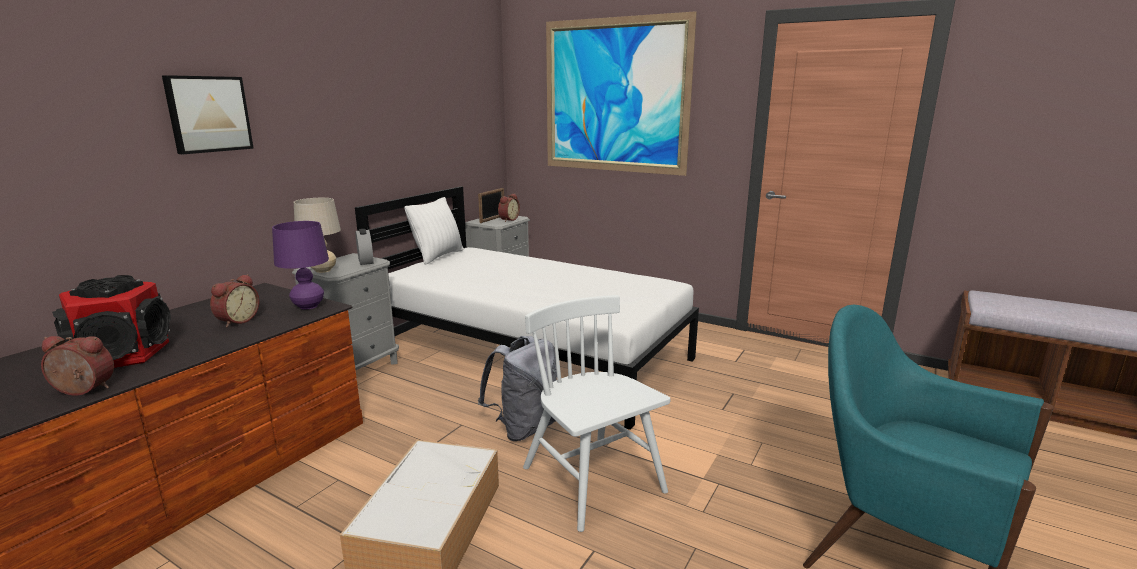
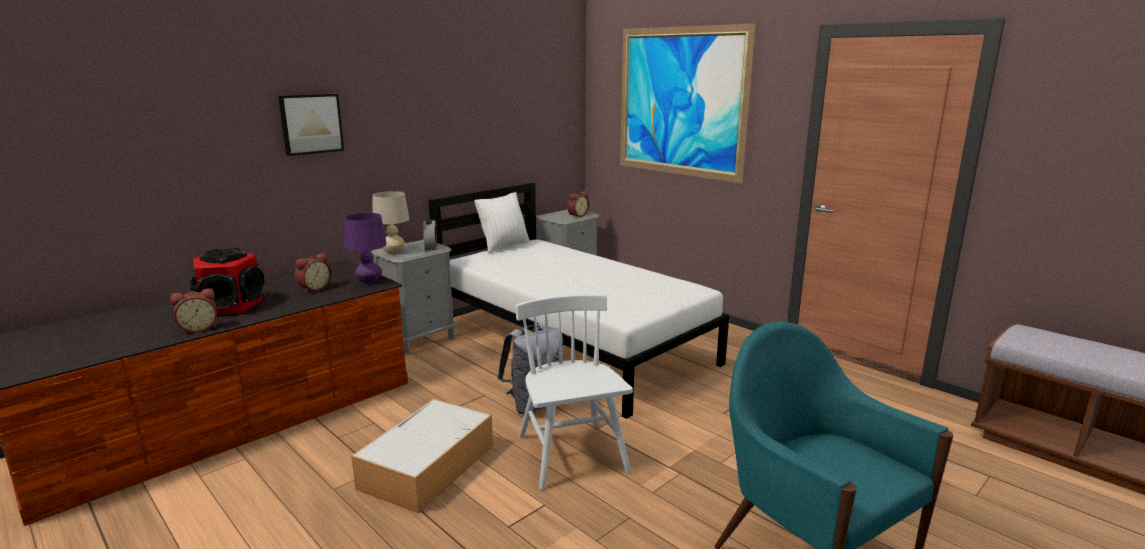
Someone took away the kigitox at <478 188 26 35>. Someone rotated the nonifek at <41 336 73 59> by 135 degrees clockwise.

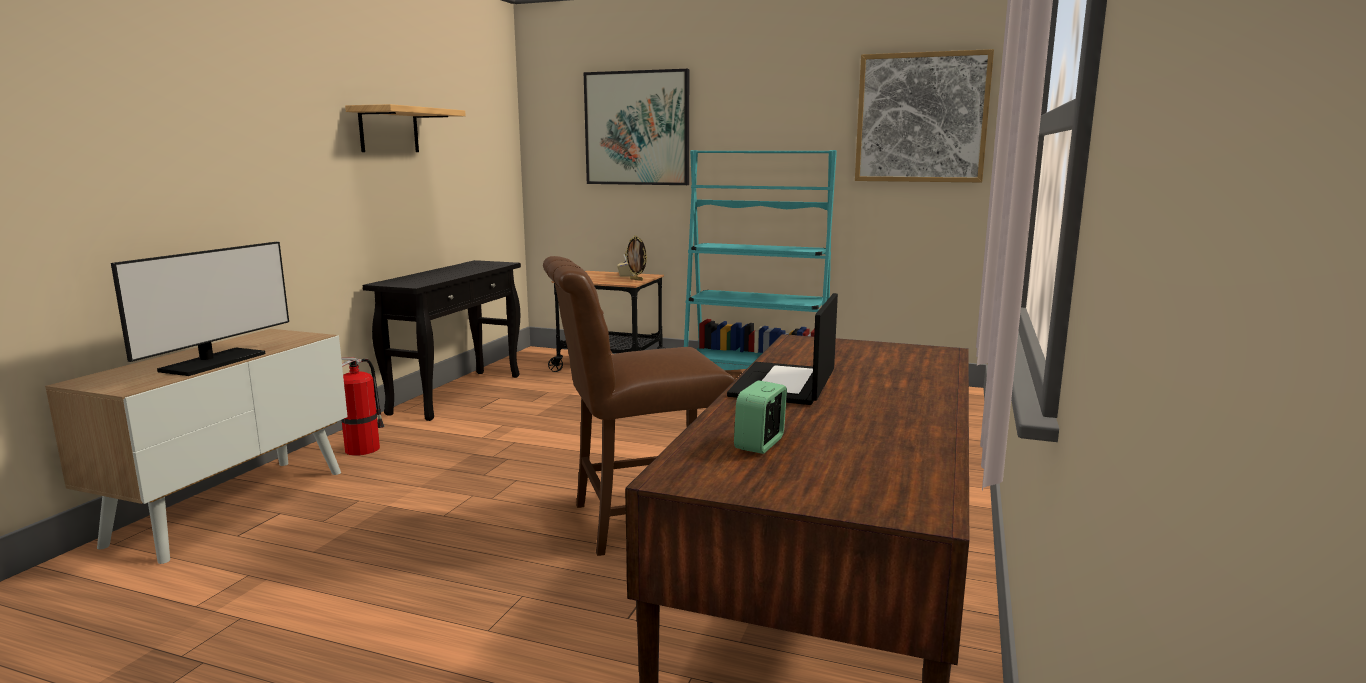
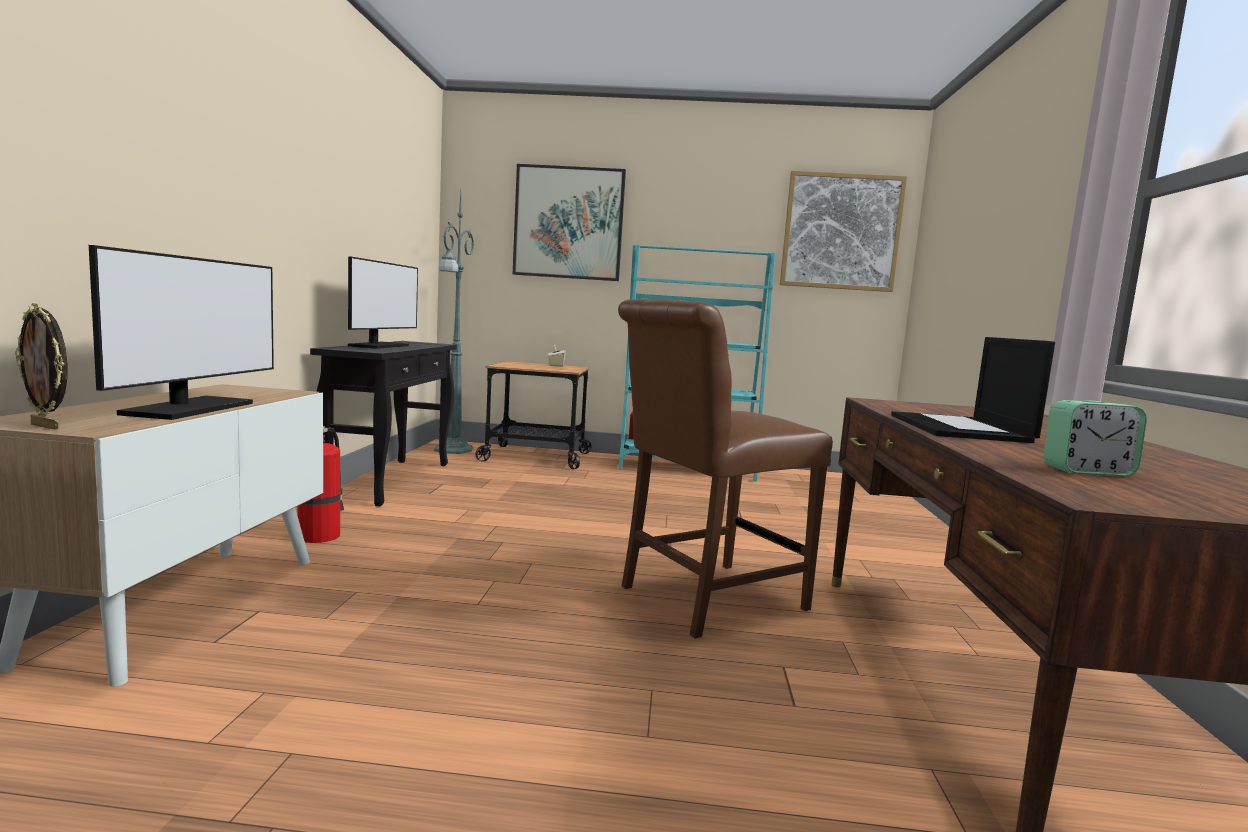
Someone took away the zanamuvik at <345 104 121 48>. Someone put down the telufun at <348 256 70 93>. Someone put down the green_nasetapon at <434 193 40 261>. Someone carried the kigitox from <625 235 22 46> to <15 303 52 127>. Someone rotated the nonifek at <734 380 53 74> by 105 degrees counterclockwise.

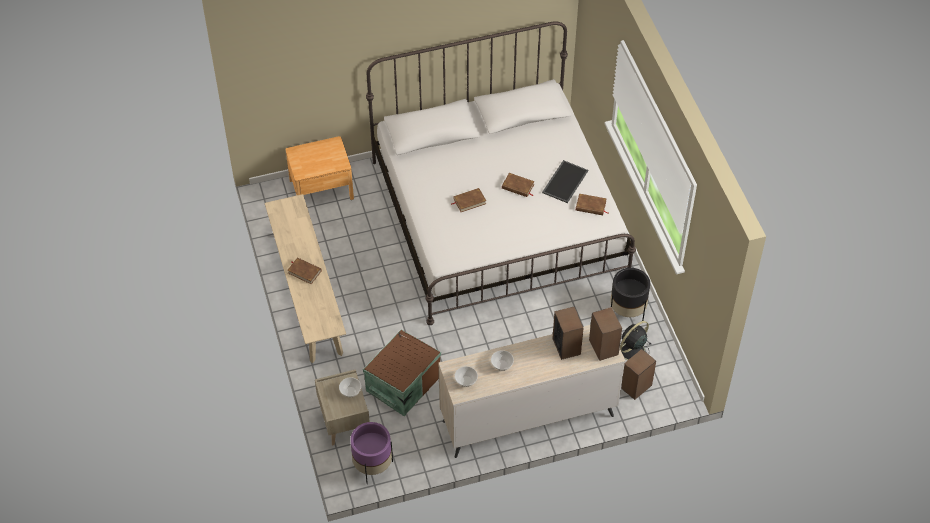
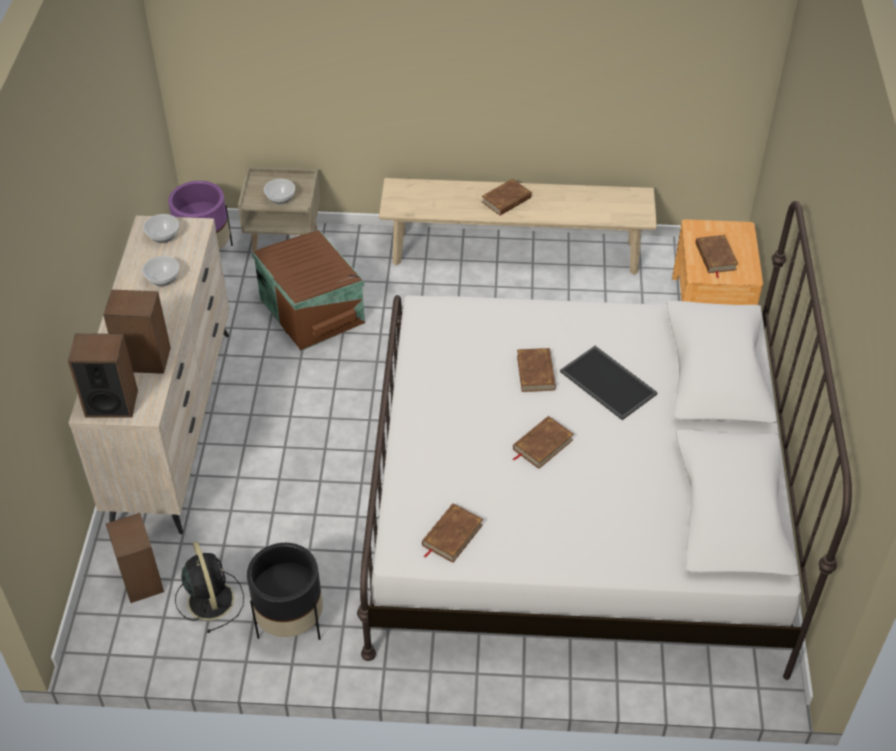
Someone put down the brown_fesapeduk at <696 235 42 43>. Someone carried the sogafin from <542 160 46 43> to <560 346 98 74>.

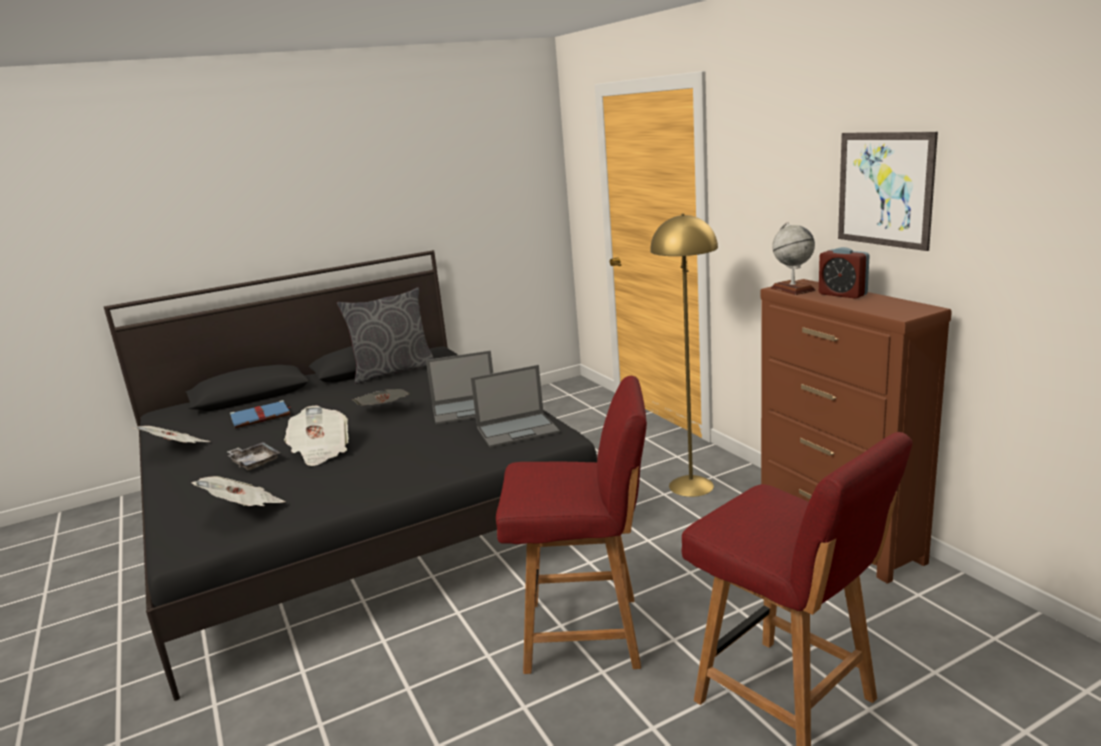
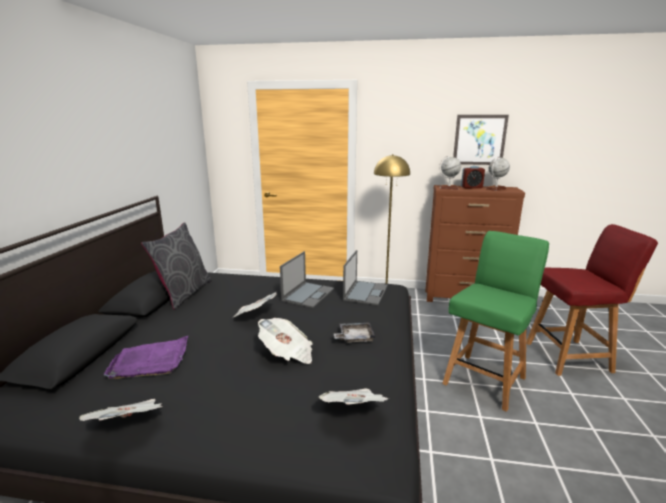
Someone put down the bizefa at <486 157 24 34>. Someone carried the grey_sogafin from <227 442 53 29> to <333 323 43 20>. Someone swapped the blue_fesapeduk at <230 400 61 28> for the purple_sogafin at <104 336 84 43>. Someone repainted the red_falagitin at <496 376 151 298>, which became the green_falagitin at <442 231 107 181>.

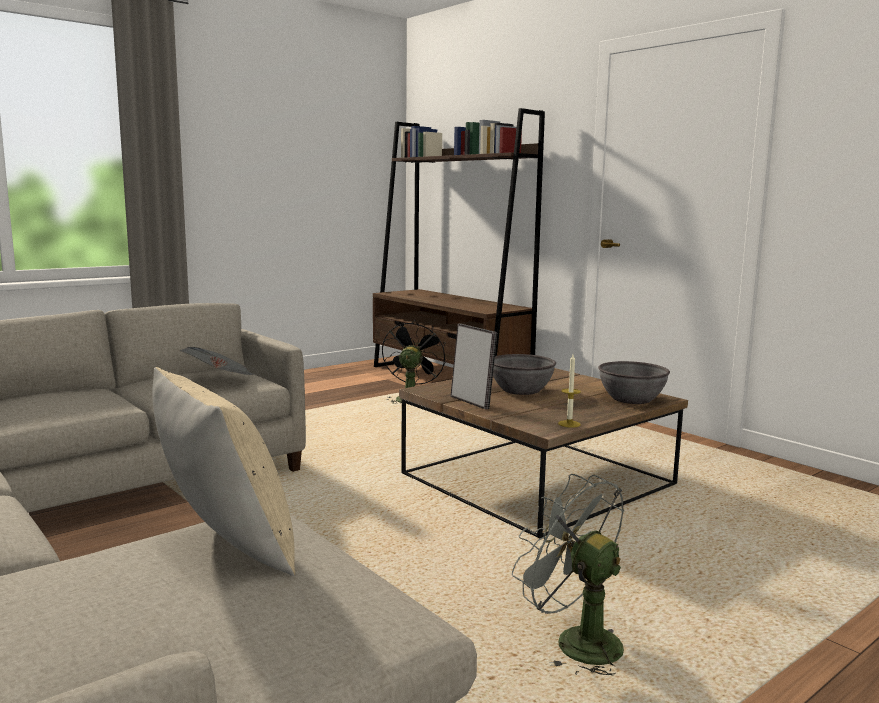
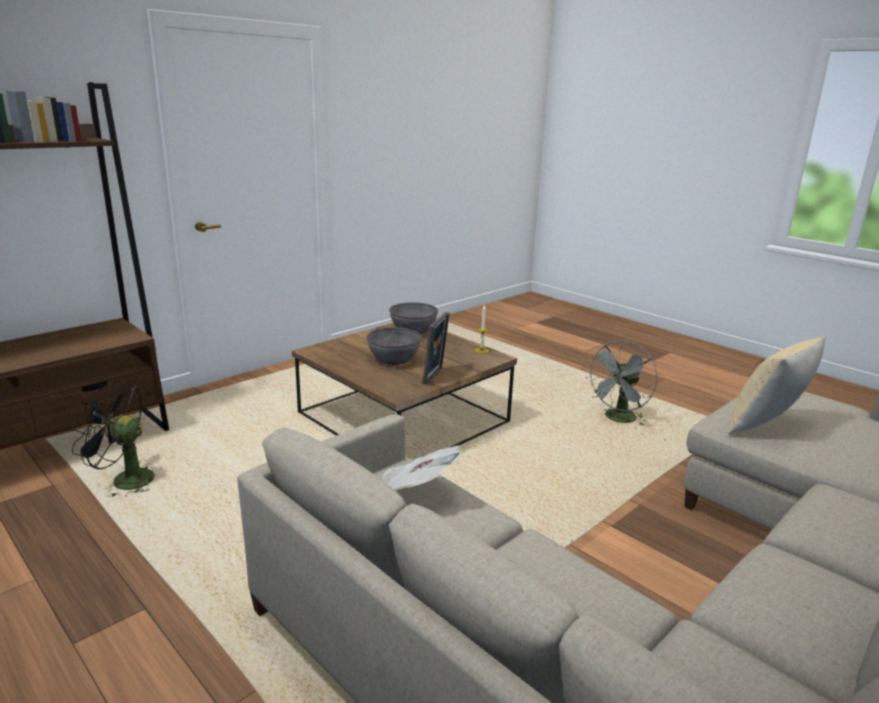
Someone rotated the kigitox at <451 324 46 85> by 150 degrees clockwise.

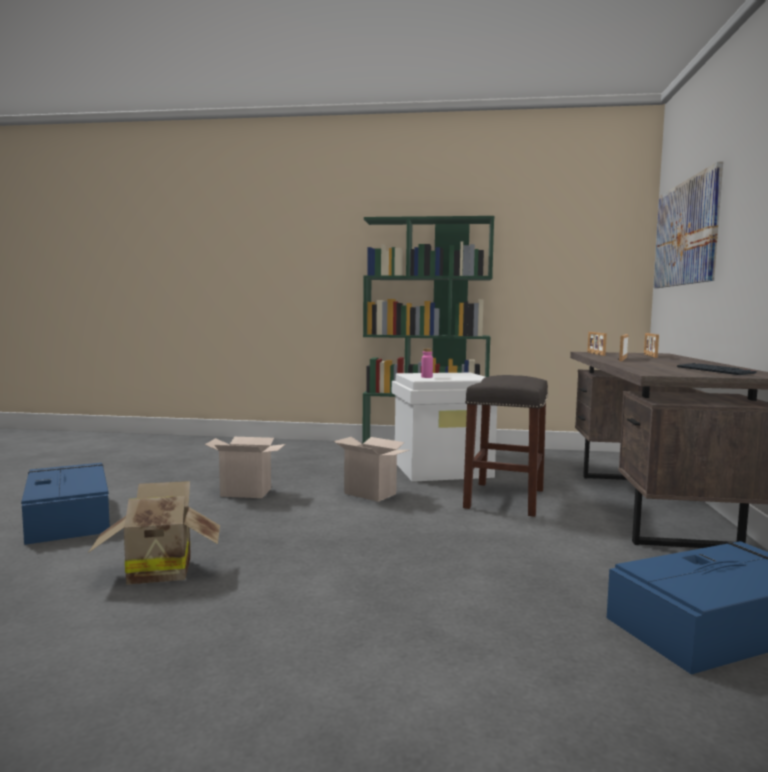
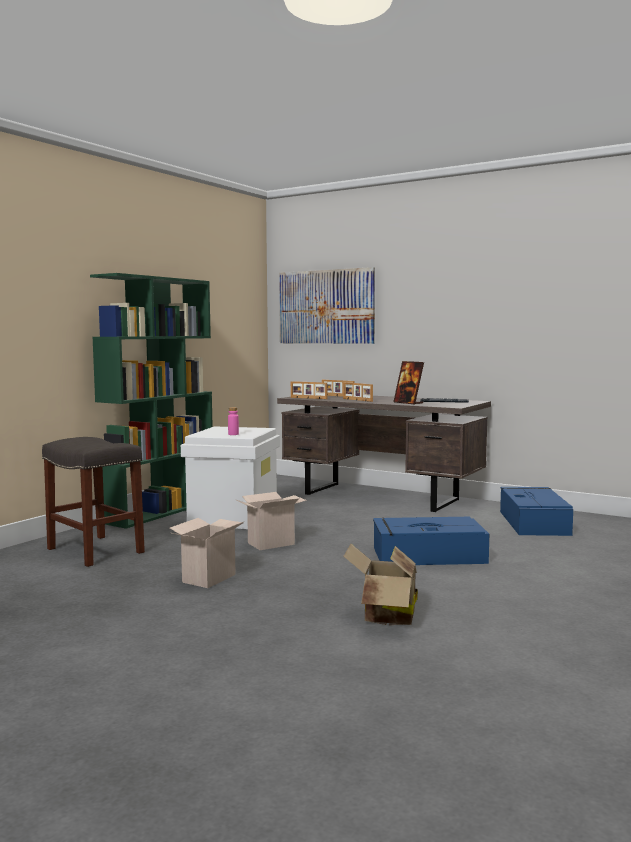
Someone put down the kigitox at <393 361 31 44>. Someone carried the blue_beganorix from <21 463 89 82> to <373 517 116 48>. Someone carried the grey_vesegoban from <463 375 85 142> to <42 437 103 130>.

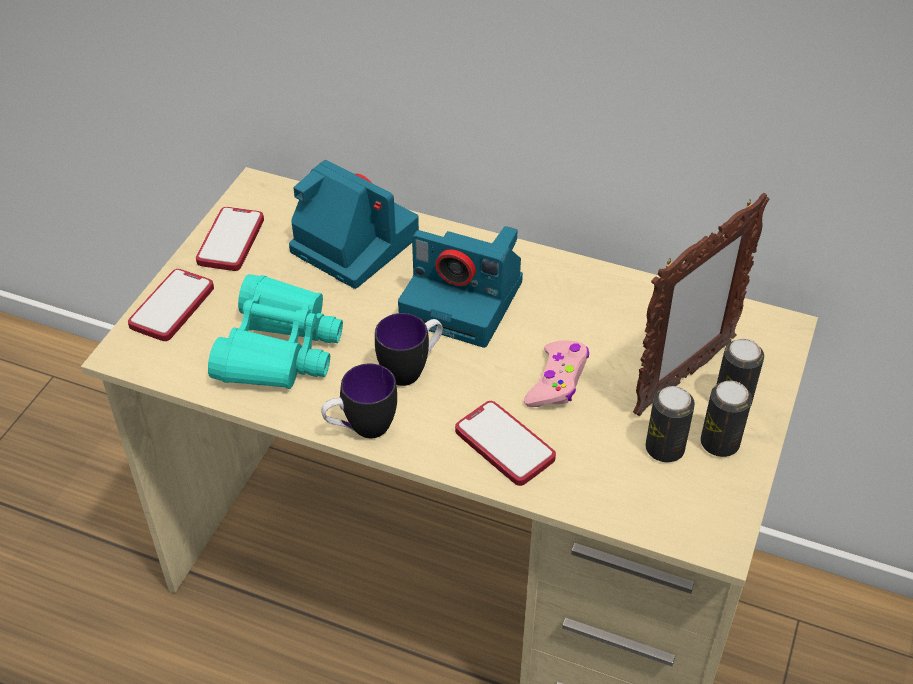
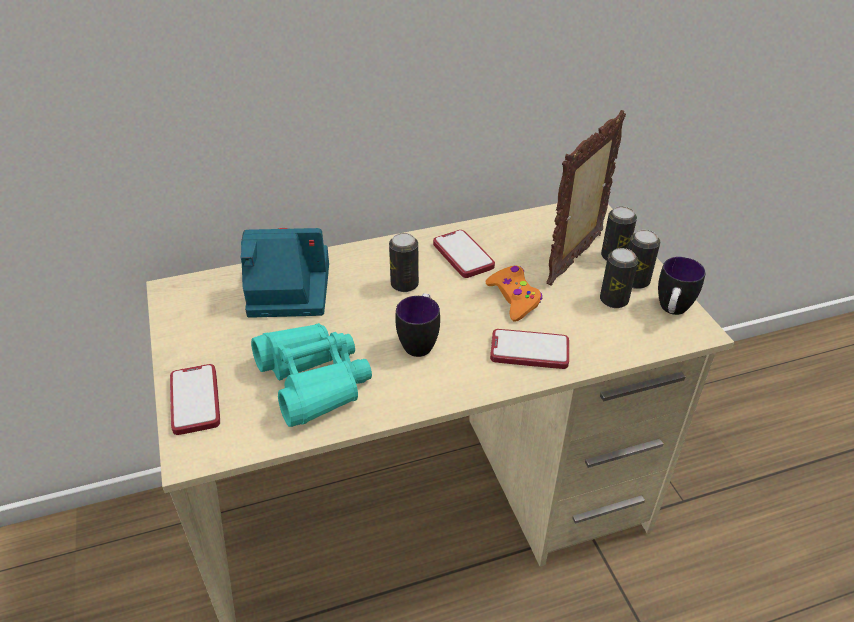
Someone carried the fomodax from <196 207 68 64> to <433 230 62 48>. Someone carried the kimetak from <321 363 76 75> to <658 257 48 58>. Someone swapped the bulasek at <398 226 125 122> for the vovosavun at <389 233 30 59>. Someone repainted the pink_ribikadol at <524 341 65 66>, which became the orange_ribikadol at <485 266 57 56>. Someone rotated the kigitox at <633 193 137 223> by 150 degrees counterclockwise.

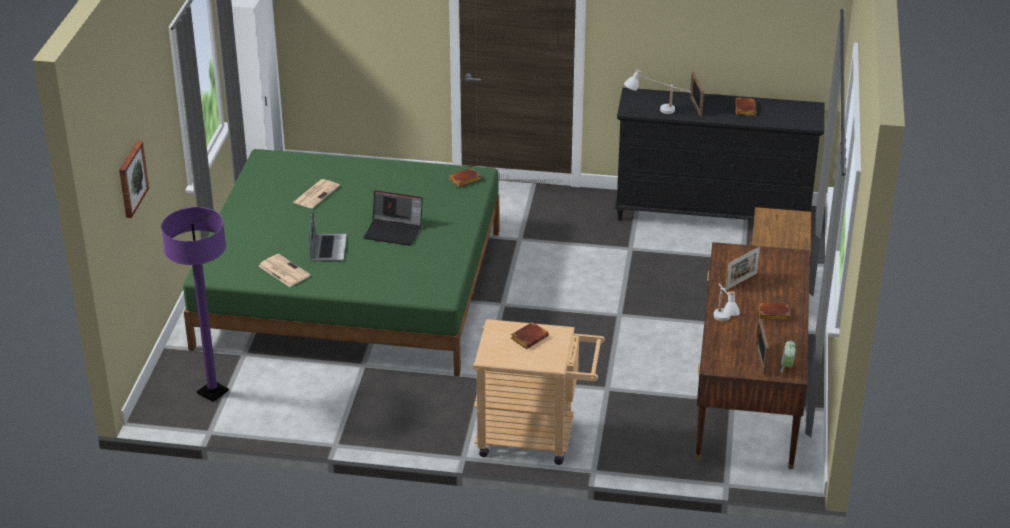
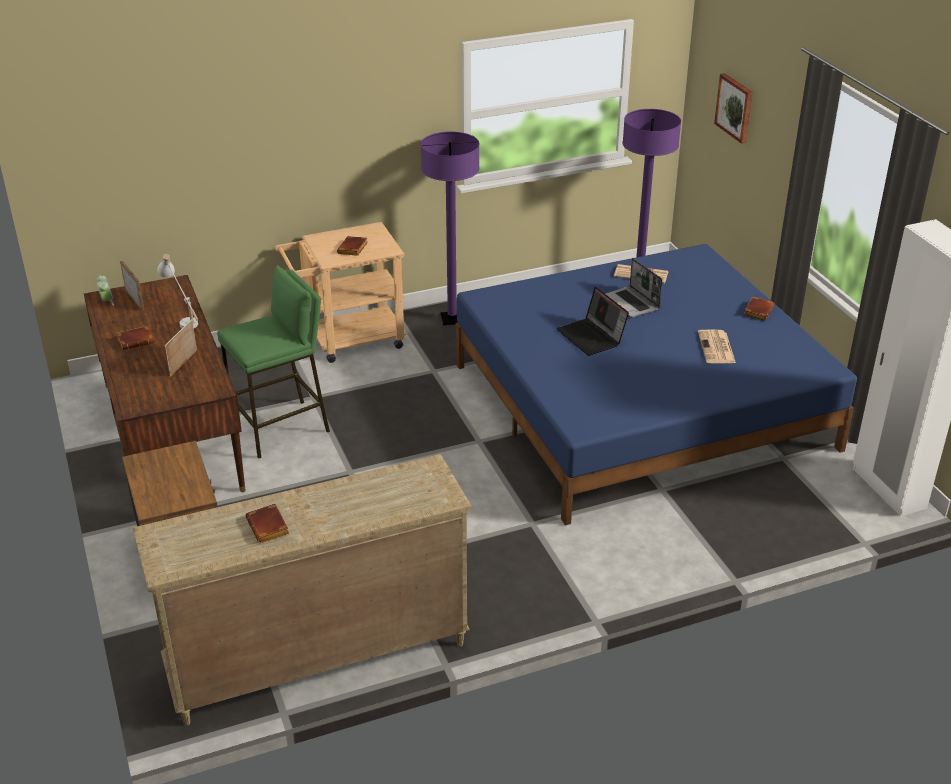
Someone took away the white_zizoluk at <624 69 67 45>. Someone took away the kigitox at <690 72 14 45>. Someone put down the green_vesegoban at <217 265 113 194>. Someone put down the purple_nasetapon at <421 131 59 194>. Someone carried the brown_fesapeduk from <449 168 32 19> to <743 296 32 25>. Someone repainted the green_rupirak at <183 149 316 227>, which became the blue_rupirak at <456 244 401 281>. Someone repainted the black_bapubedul at <615 88 209 134>, which became the beige_bapubedul at <133 454 339 272>. Someone rotated the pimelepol at <363 191 60 55> by 105 degrees counterclockwise.

